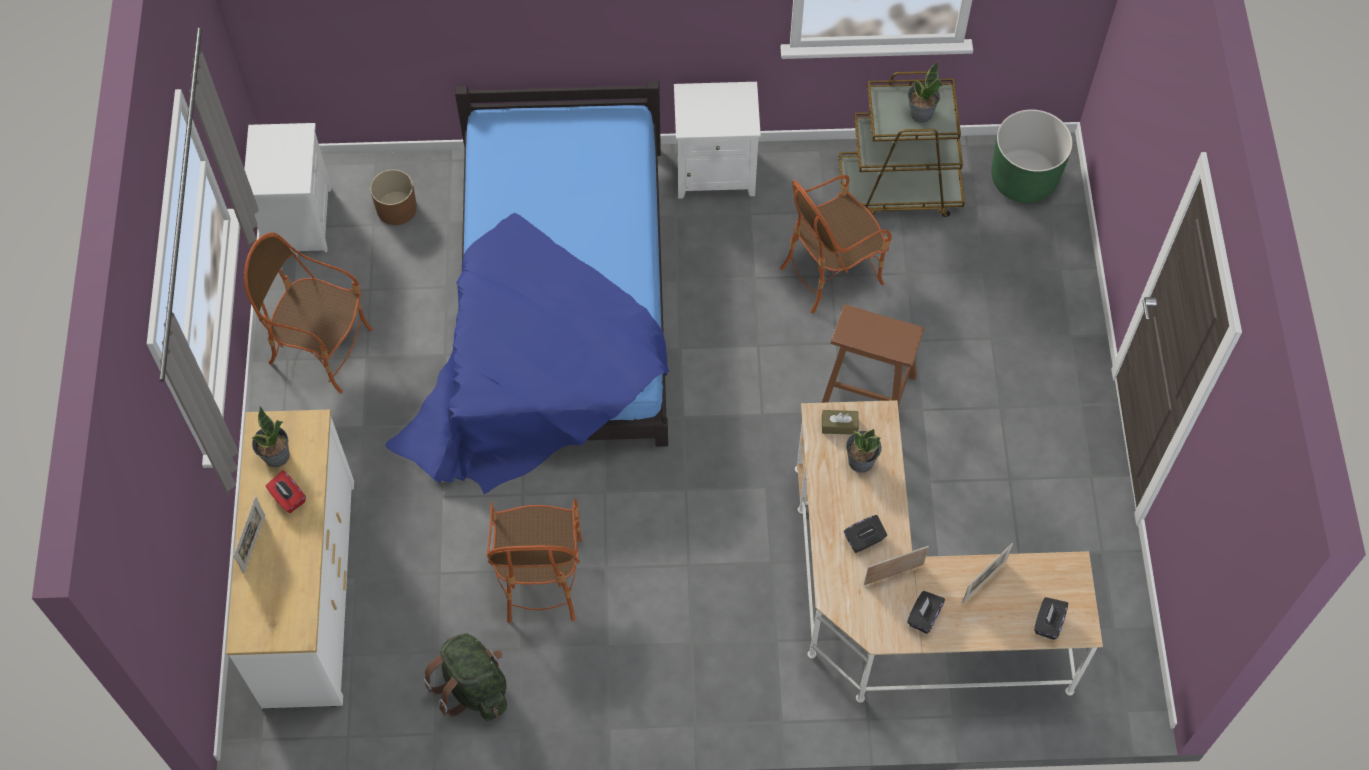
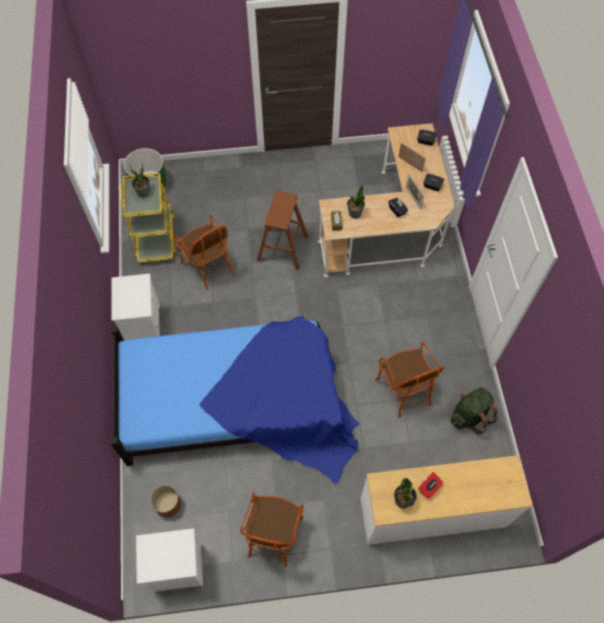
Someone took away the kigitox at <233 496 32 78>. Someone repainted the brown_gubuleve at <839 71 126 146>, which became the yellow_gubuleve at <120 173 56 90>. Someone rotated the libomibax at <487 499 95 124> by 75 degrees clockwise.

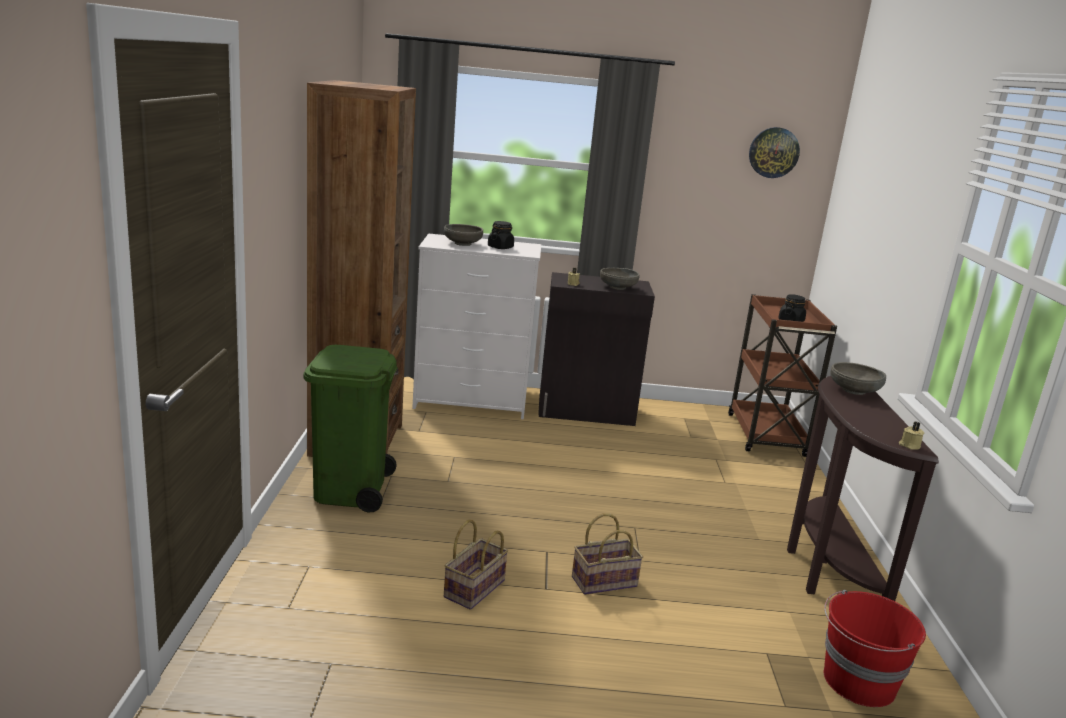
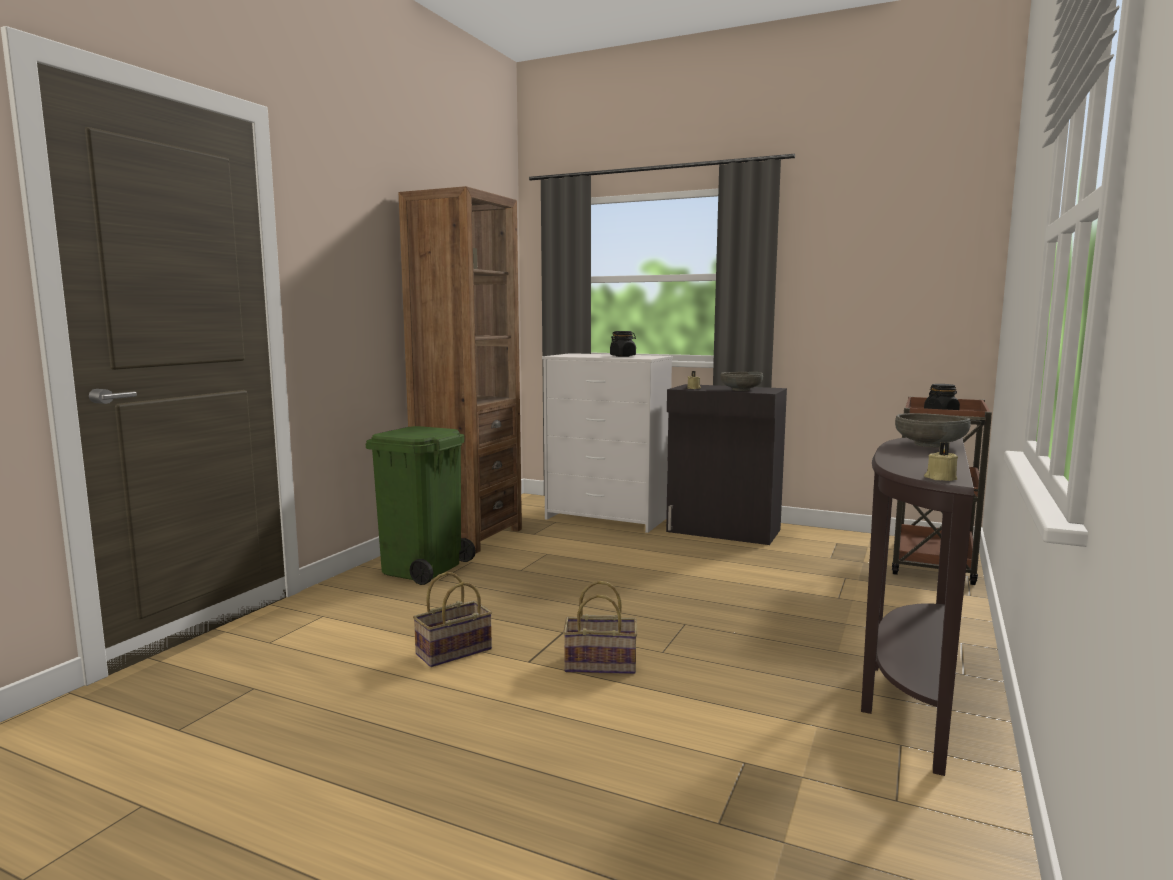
Someone took away the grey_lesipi at <444 224 39 22>. Someone took away the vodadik at <749 127 51 51>. Someone took away the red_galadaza at <824 590 102 117>.

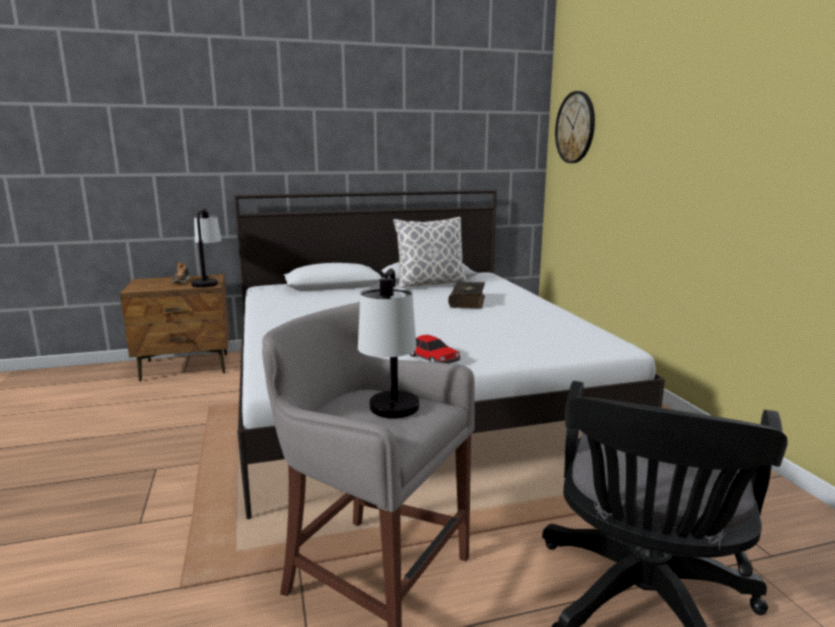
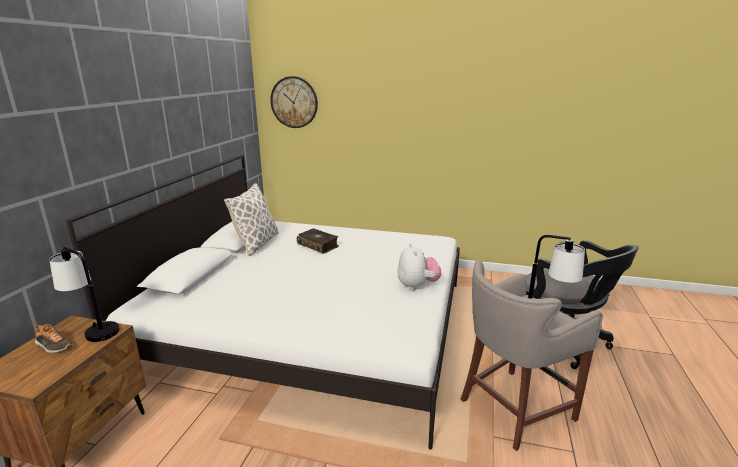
Someone swapped the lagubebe at <410 335 50 29> for the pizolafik at <397 243 44 47>.

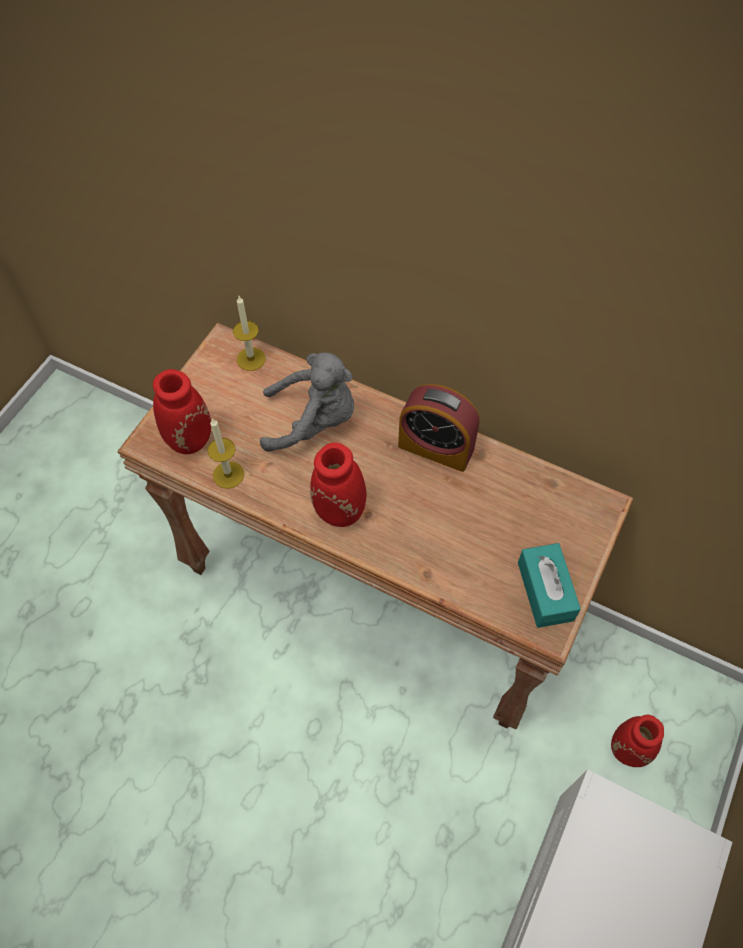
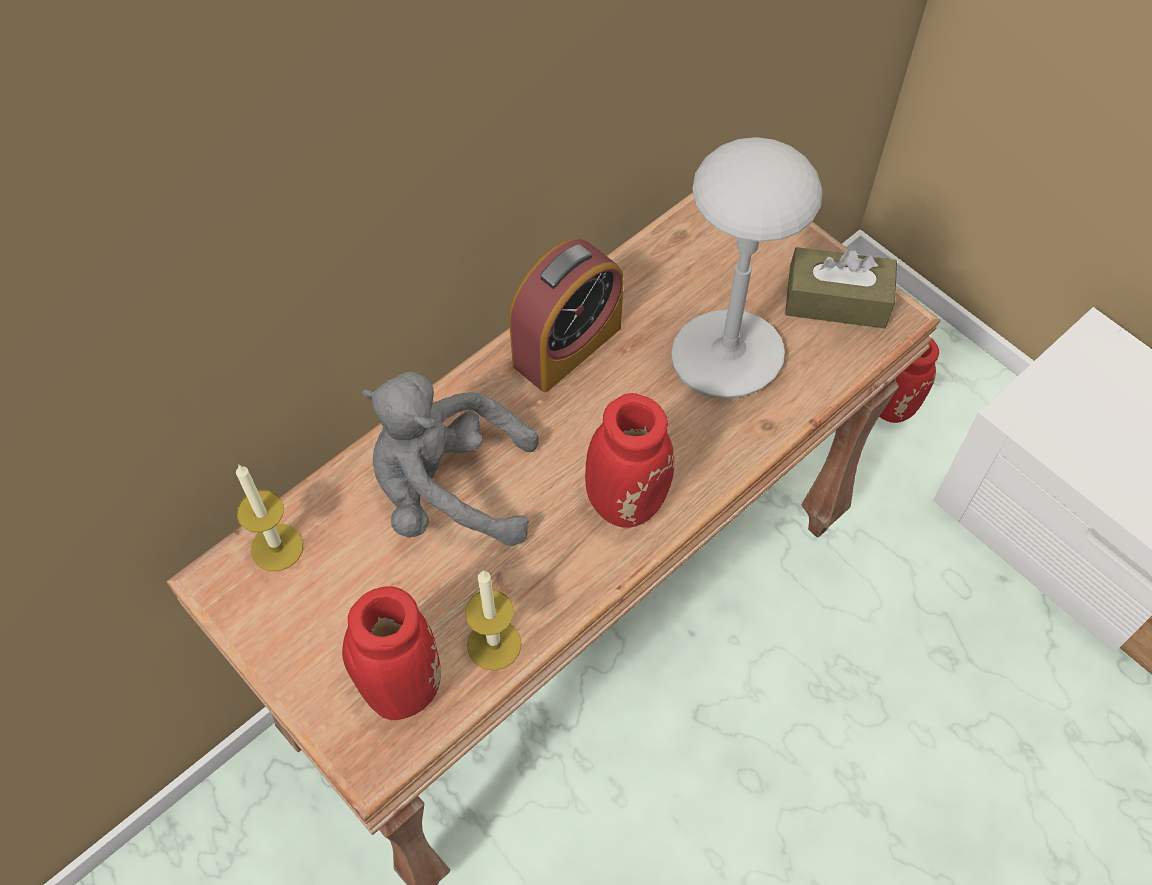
Someone put down the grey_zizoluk at <671 137 152 262>. Someone repainted the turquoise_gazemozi at <518 543 63 85>, which became the brown_gazemozi at <785 247 112 81>. Someone rotated the grey_pizolafik at <260 352 94 100> by 105 degrees counterclockwise.

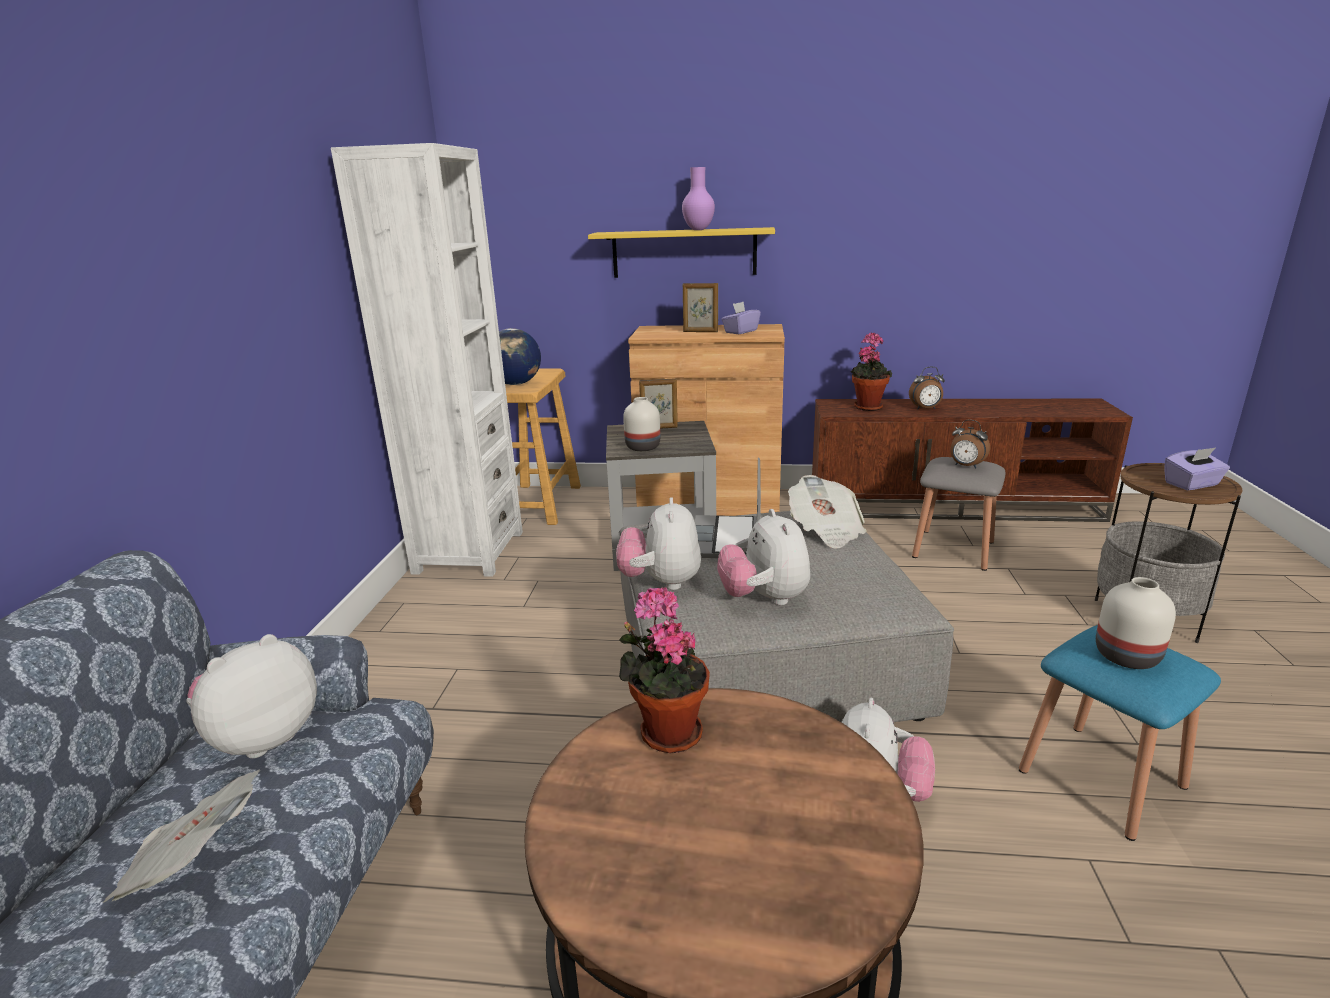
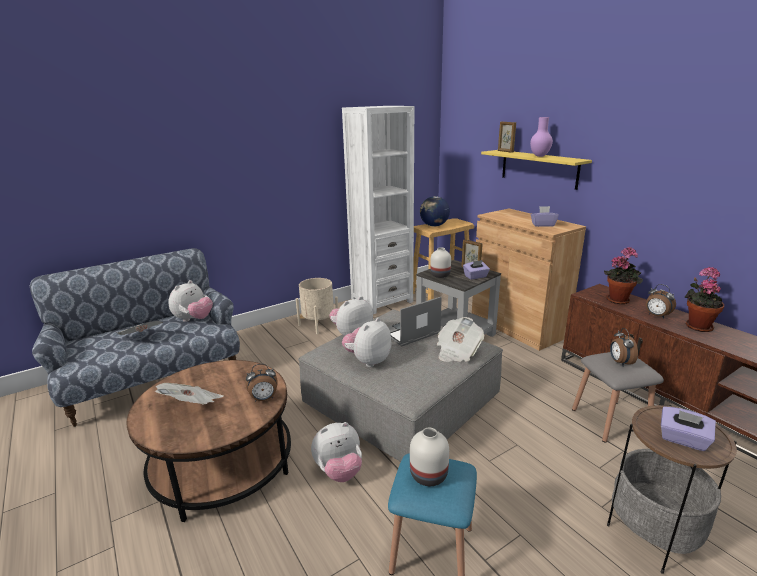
Someone put down the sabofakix at <155 383 69 21>. Someone put down the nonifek at <246 364 32 38>. Someone put down the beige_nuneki at <296 278 42 56>. Someone put down the purple_gazemozi at <463 260 27 20>. Someone carried the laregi from <619 587 91 166> to <685 267 39 65>. Someone carried the kigitox from <683 283 35 49> to <498 122 18 31>. Someone rotated the pizolafik at <186 634 131 124> by 120 degrees clockwise.

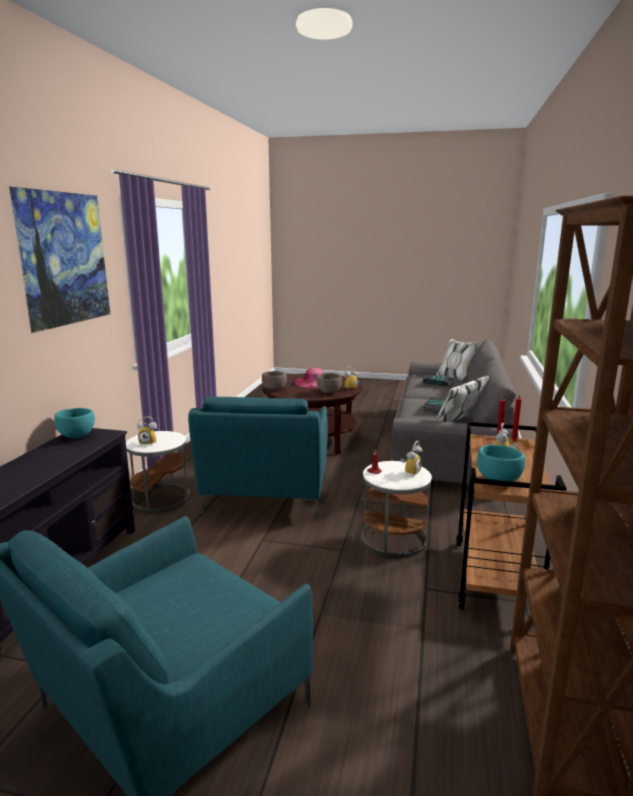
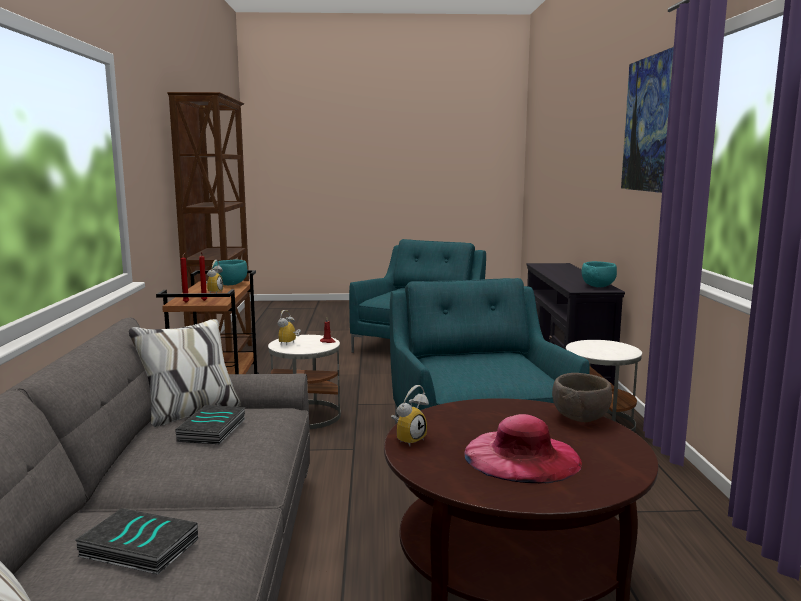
Someone took away the nonifek at <137 416 20 29>. Someone took away the brown_lesipi at <317 373 25 21>.

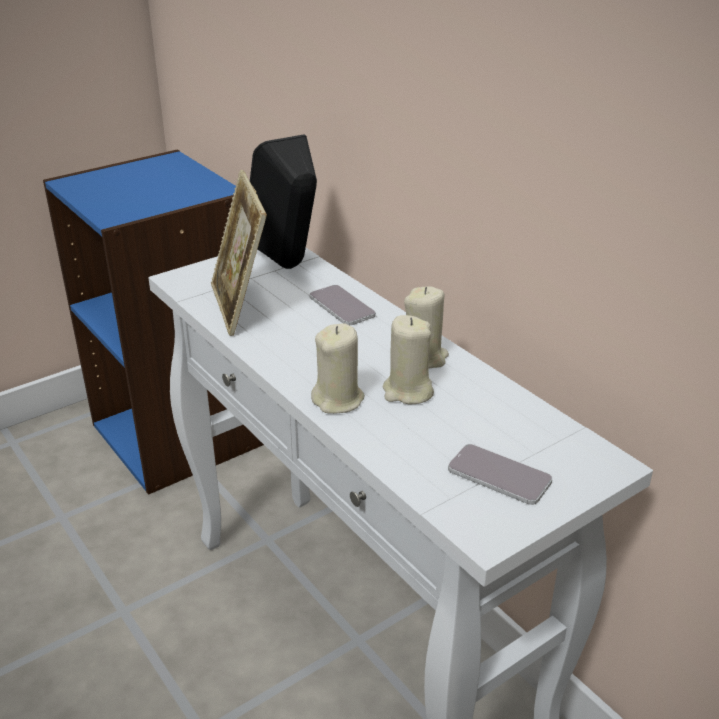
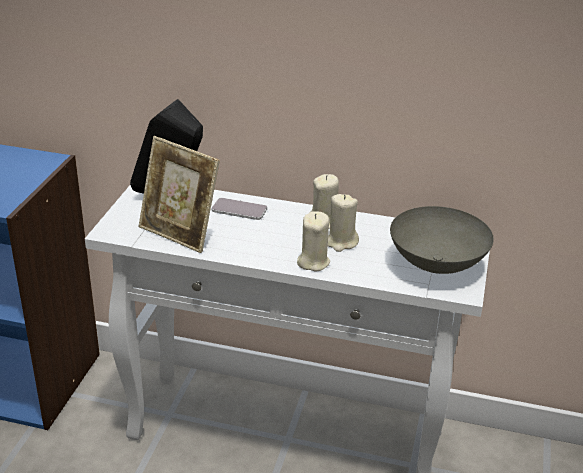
Someone swapped the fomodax at <448 444 105 61> for the grey_lesipi at <390 206 104 68>.

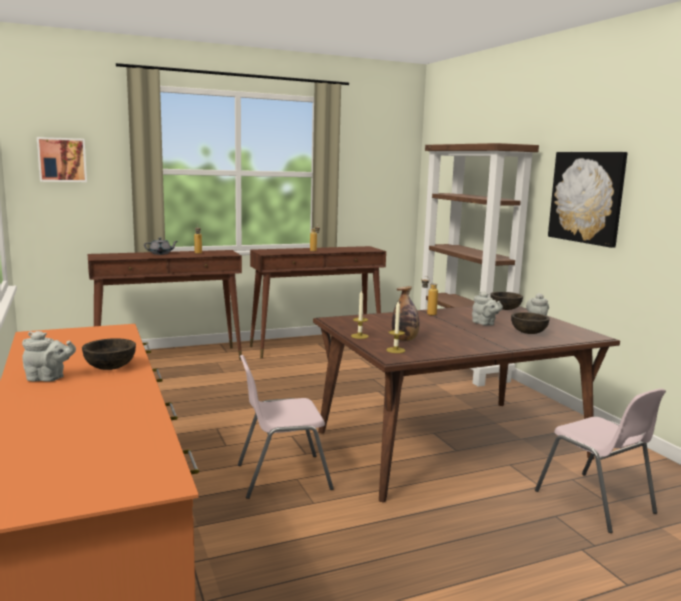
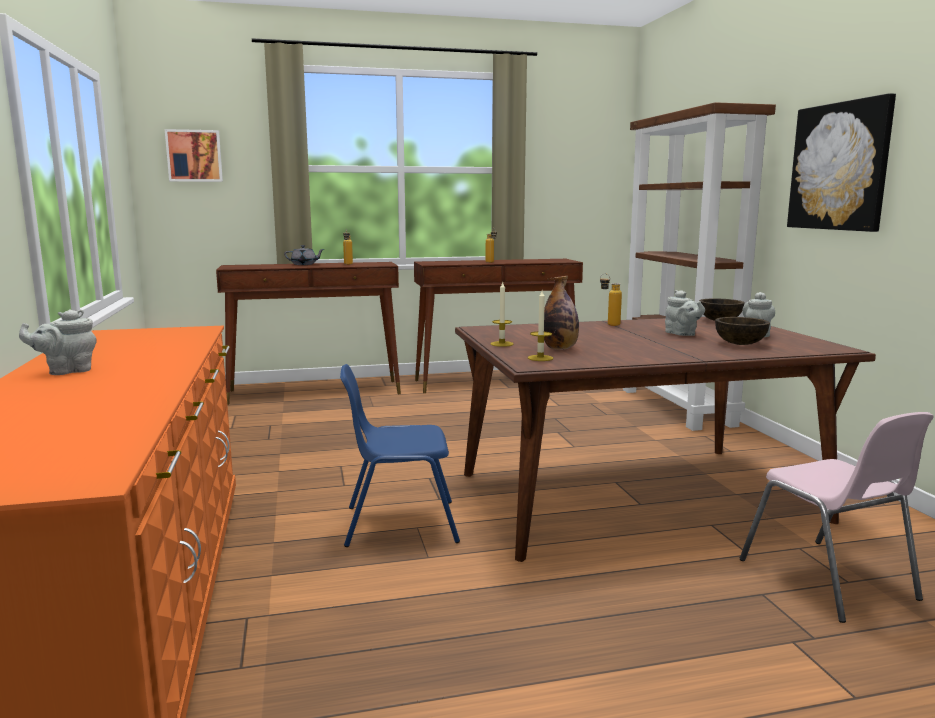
Someone took away the brown_lesipi at <82 338 54 32>. Someone repainted the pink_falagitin at <238 355 96 144>, which became the blue_falagitin at <340 364 120 183>. Someone rotated the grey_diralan at <22 331 54 51> by 135 degrees clockwise.

